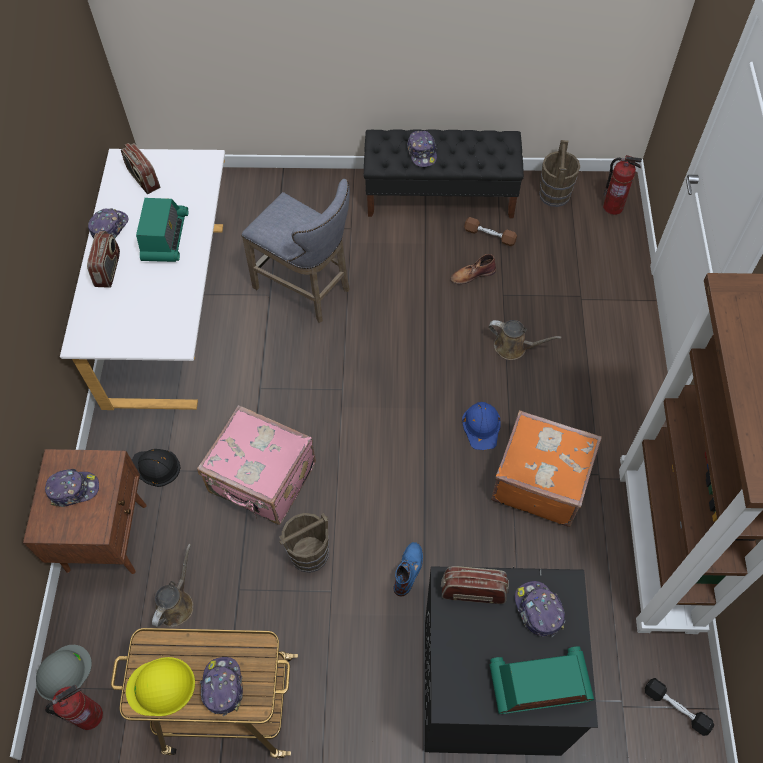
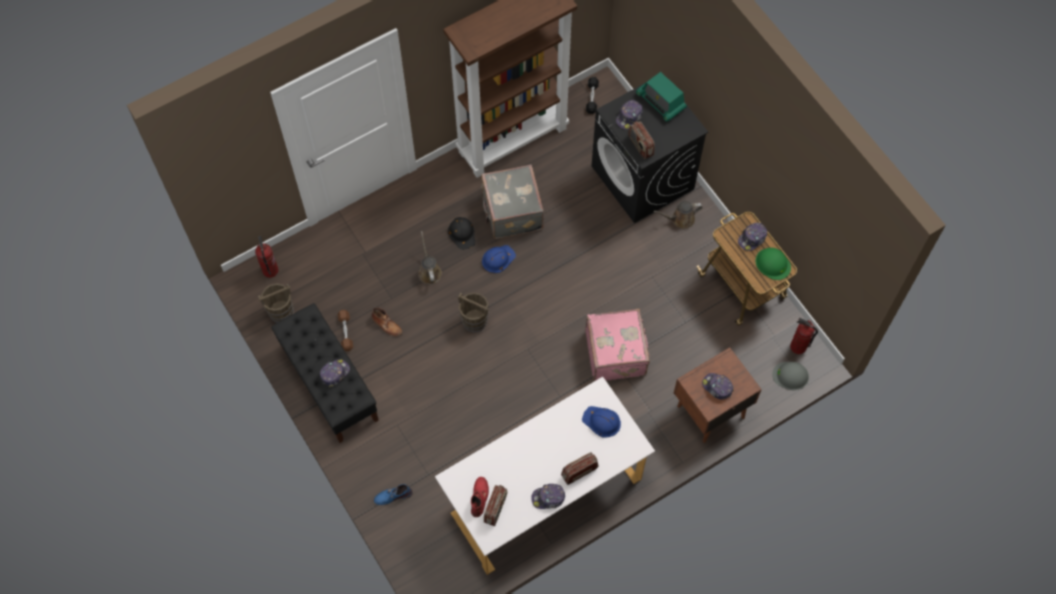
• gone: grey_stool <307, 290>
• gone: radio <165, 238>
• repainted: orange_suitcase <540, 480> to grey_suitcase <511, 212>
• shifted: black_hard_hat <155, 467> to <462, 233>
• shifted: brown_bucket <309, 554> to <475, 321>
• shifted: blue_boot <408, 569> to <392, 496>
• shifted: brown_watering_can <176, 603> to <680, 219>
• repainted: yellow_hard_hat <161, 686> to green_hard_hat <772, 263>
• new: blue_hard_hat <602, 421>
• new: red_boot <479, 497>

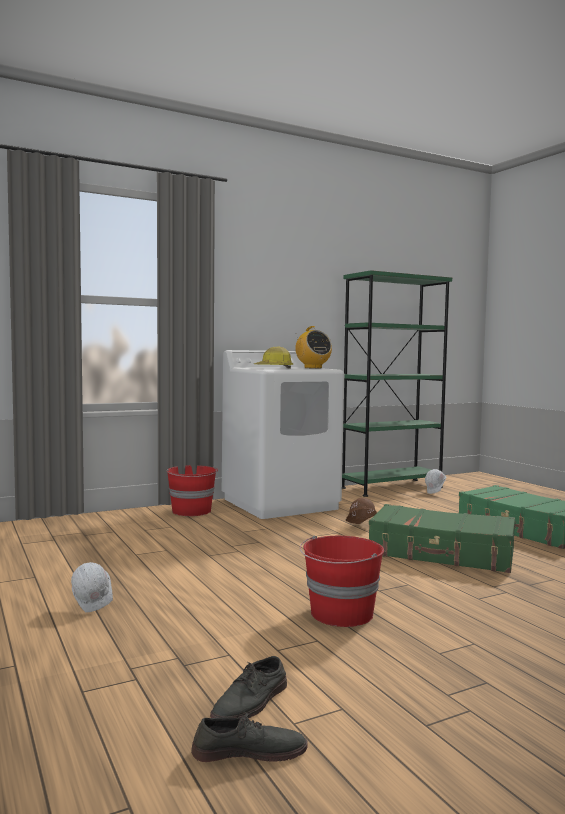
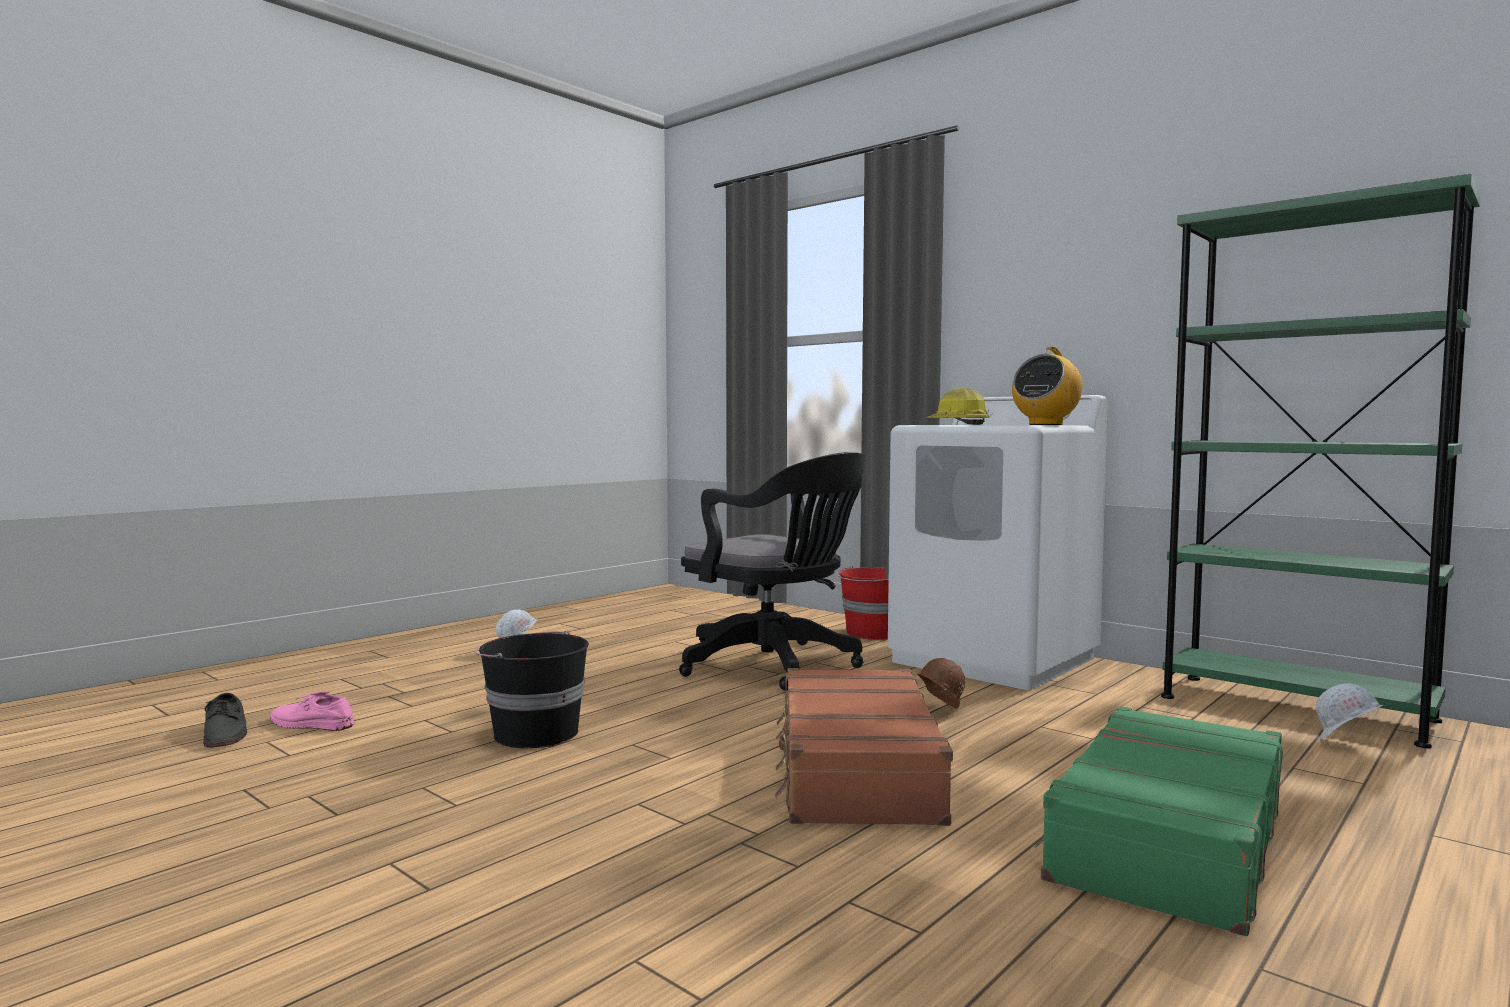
• repainted: green_suitcase <441, 553> to brown_suitcase <855, 770>
• repainted: red_bucket <341, 614> to black_bucket <534, 733>
• repainted: grey_shoe <251, 702> to pink_shoe <310, 724>
• new: black_office_chair <775, 666>

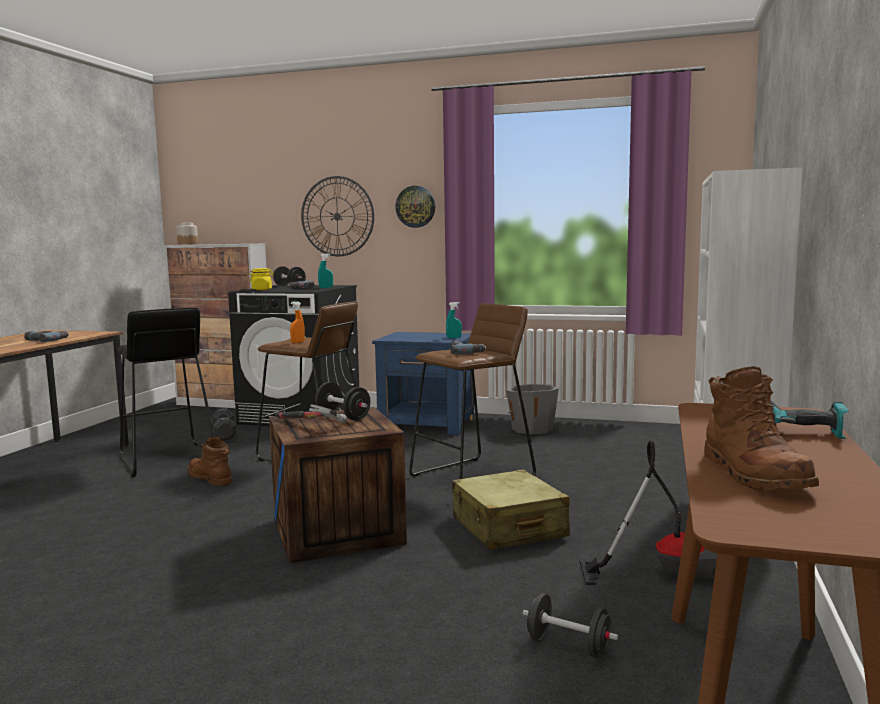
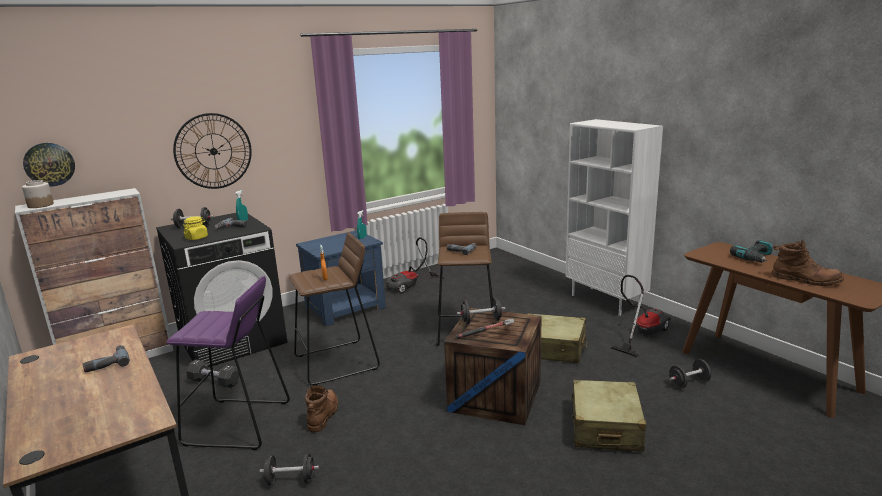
• shifted: wall_clock <415, 206> to <49, 164>
• repainted: black_stool <166, 459> to purple_stool <238, 424>
• swapped: grey_bucket <531, 429> to vacuum_cleaner <412, 286>
• rotated: brown_boot <210, 478> = <323, 415> 105 degrees clockwise
• new: beige_suitcase <605, 427>
• new: black_dumbbell <291, 480>

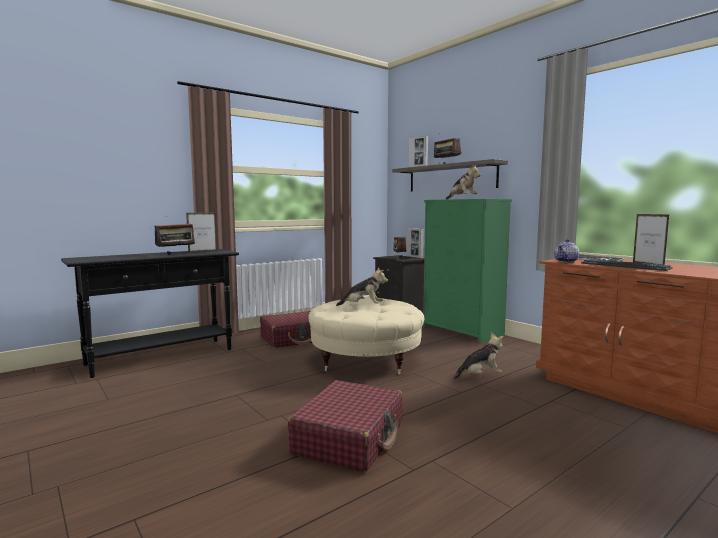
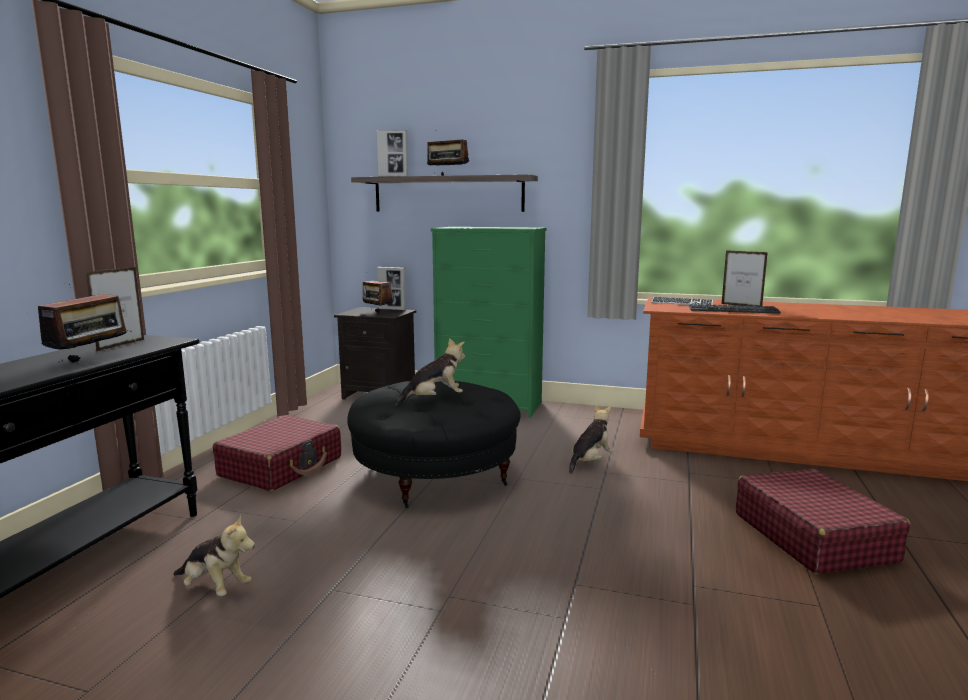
• shifted: plush_toy <461, 199> to <214, 588>
• gone: teapot <566, 261>
• repainted: beige_ottoman <366, 360> to black_ottoman <435, 475>
• shifted: red_suitcase <349, 438> to <812, 537>

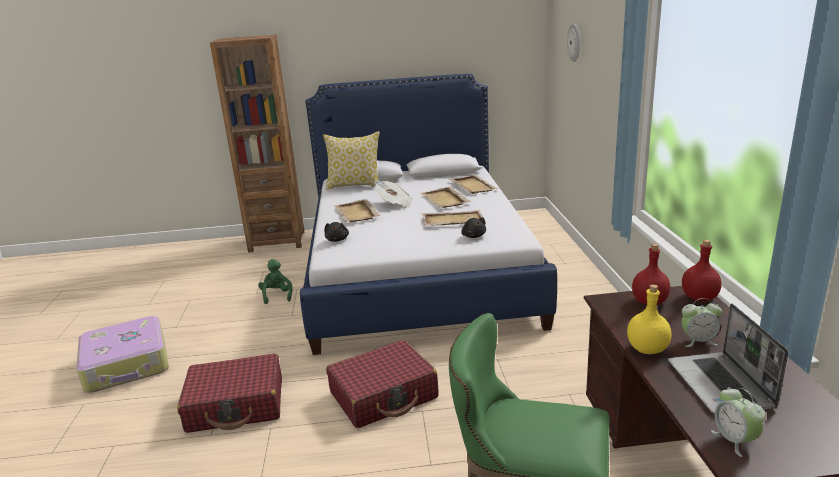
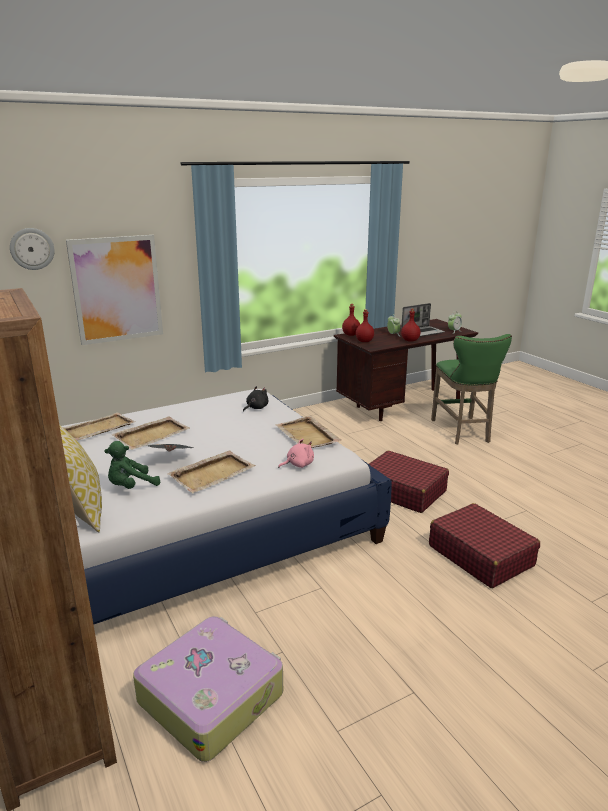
• shifted: beige_tray <452, 220> to <307, 435>
• repainted: black_plush_toy <337, 240> to pink_plush_toy <298, 464>
• shifted: green_plush_toy <277, 295> to <131, 487>
• repainted: yellow_bottle <648, 349> to red_bottle <410, 340>
• shifted: suitcase <127, 365> to <211, 696>
• new: picture <117, 289>

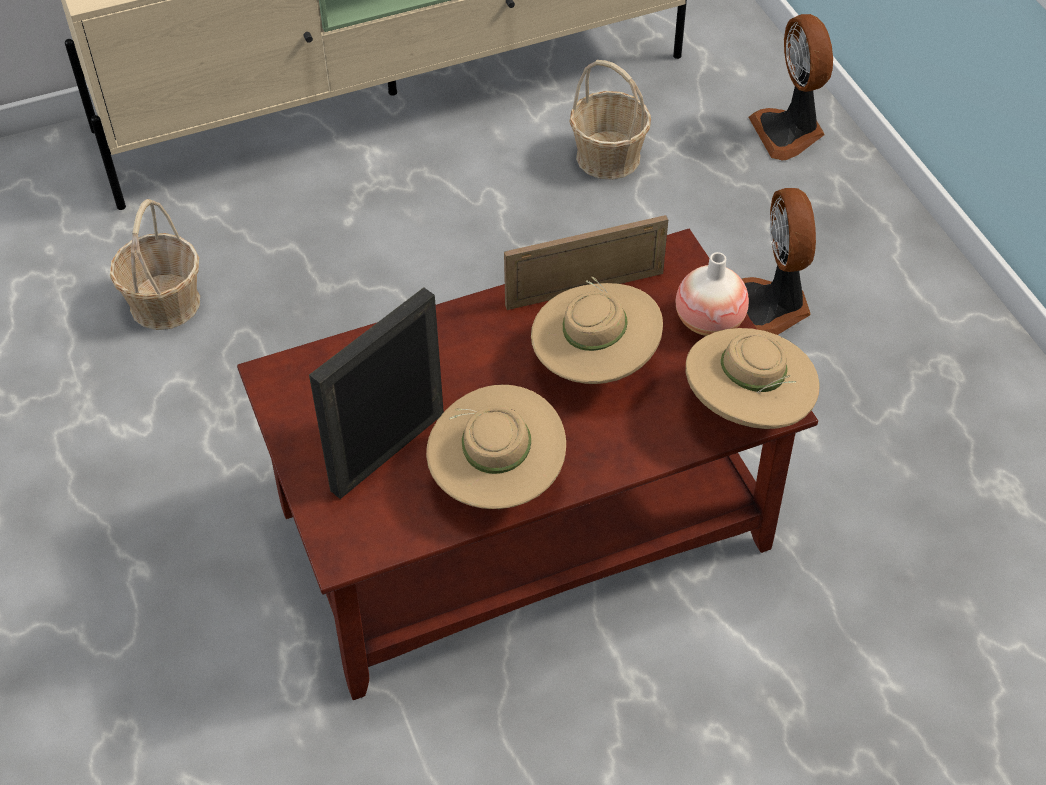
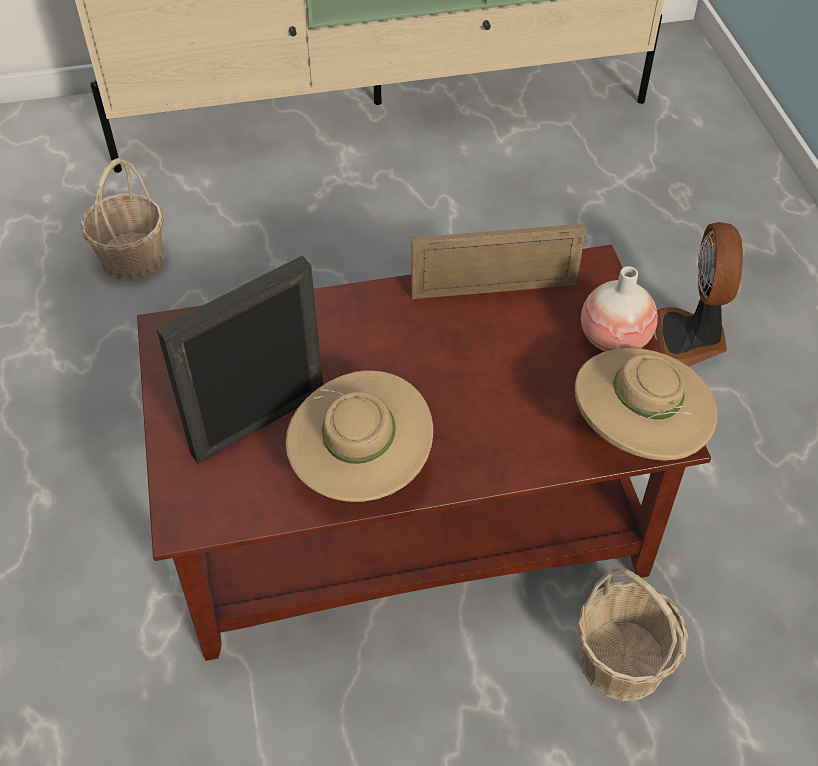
• gone: fan <789, 132>
• shifted: basket <608, 156> to <621, 659>
• gone: beige_hat <594, 363>

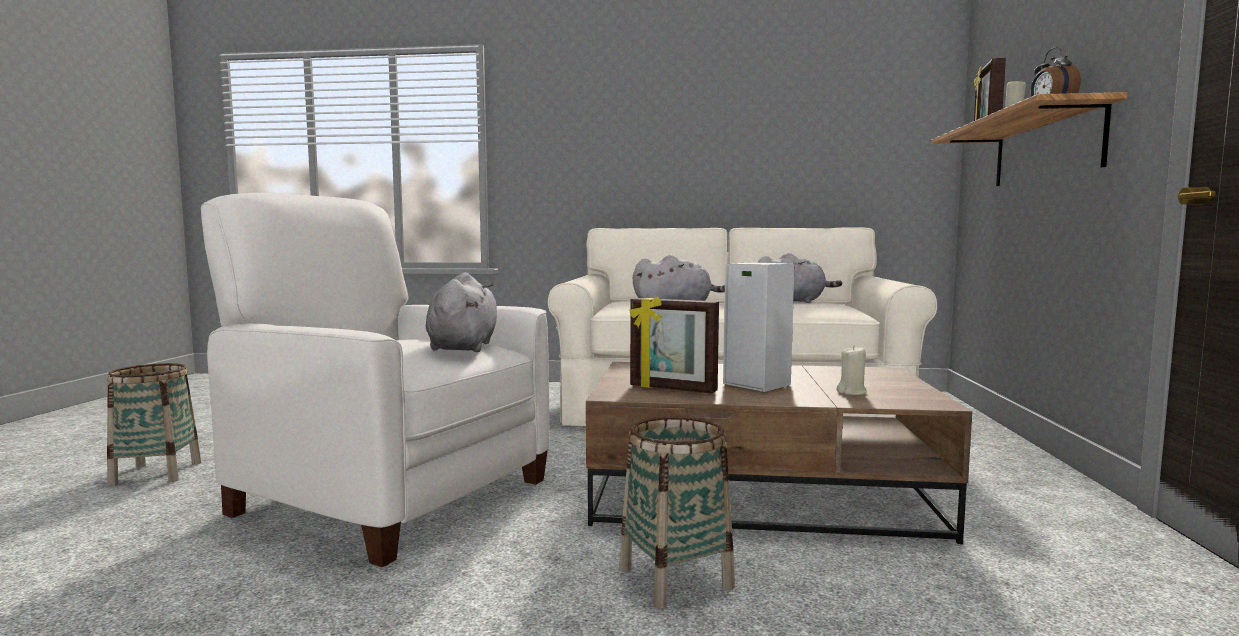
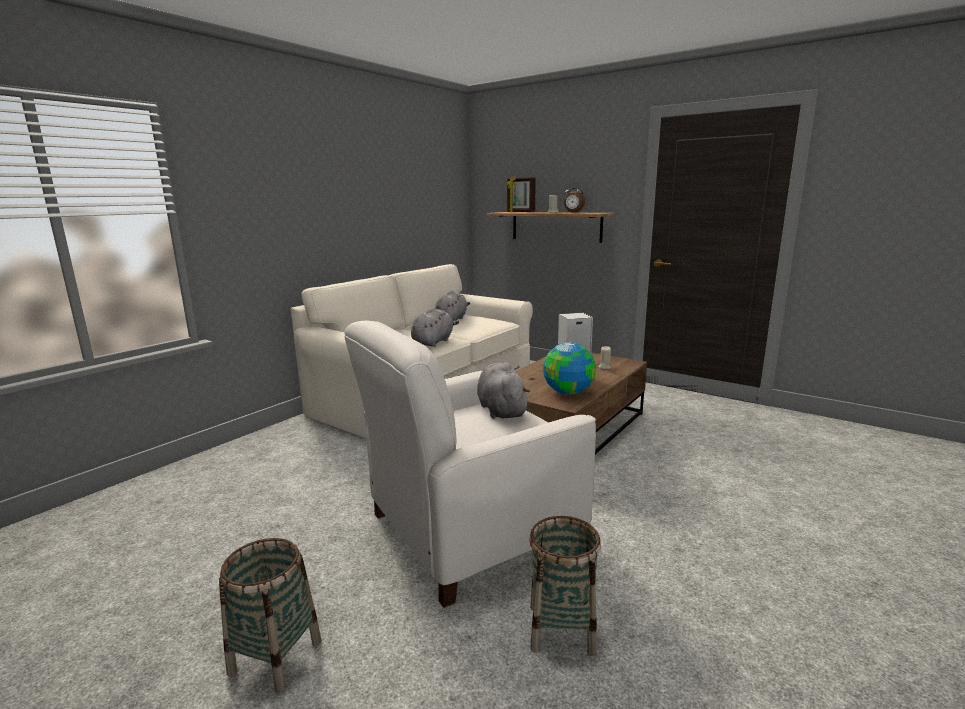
• rotated: grey_plush_toy <464, 347> = <501, 410> 45 degrees clockwise
• swapped: picture_frame <672, 389> to globe <568, 392>
• shifted: basket <674, 578> to <561, 629>

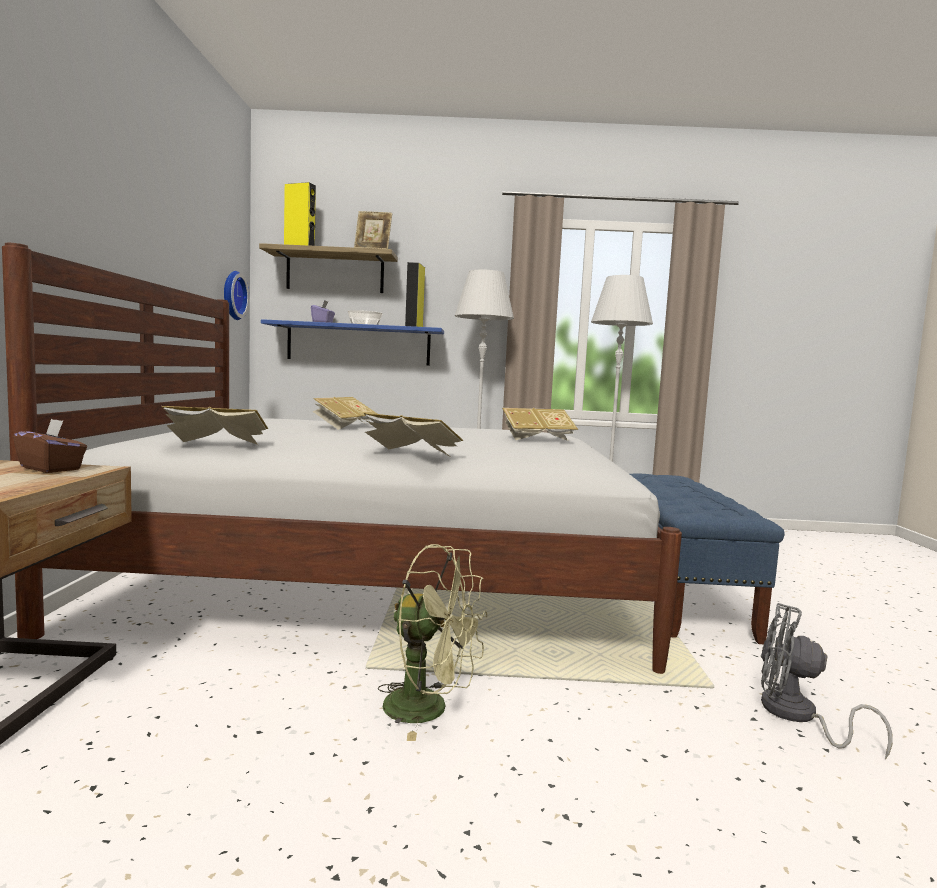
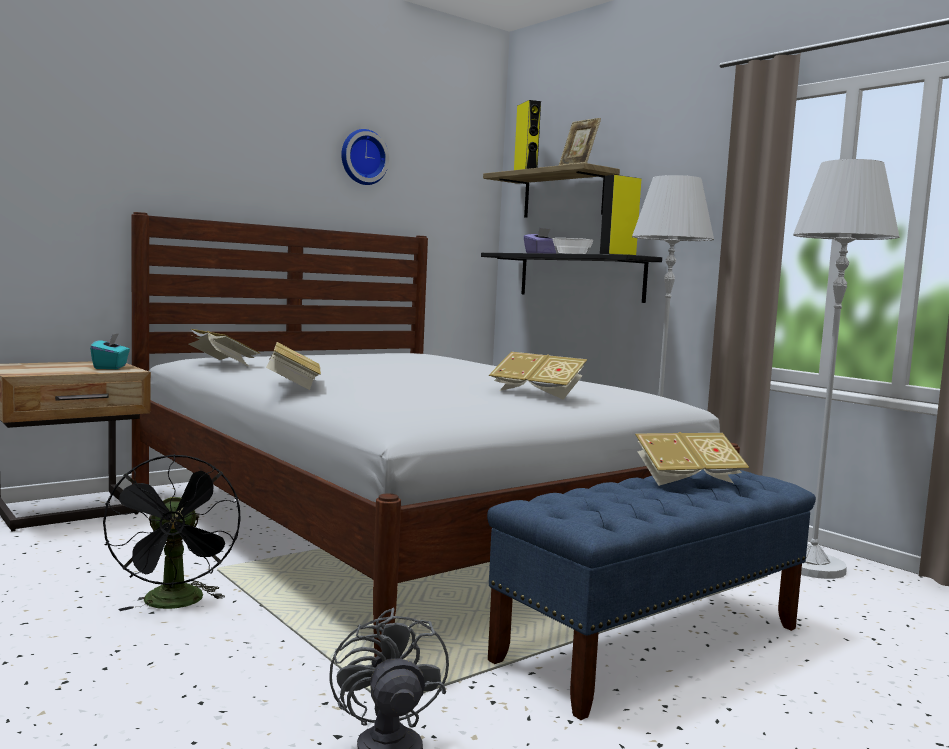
• shifted: wall_clock <232, 295> to <362, 157>
• repainted: blue_shelf <358, 344> to black_shelf <580, 277>
• shifted: book <345, 427> to <687, 480>
• repainted: brown_tissue_box <51, 468> to turquoise_tissue_box <111, 367>
• repainted: green_fan <429, 709> to black_fan <176, 604>

